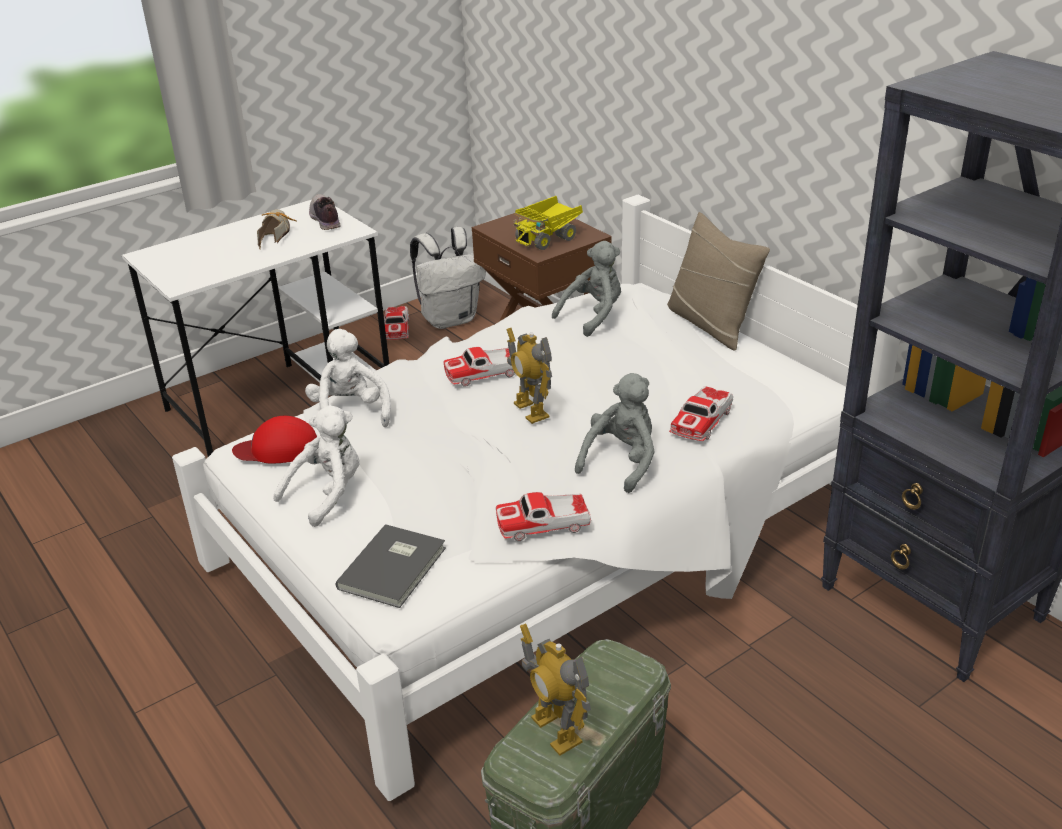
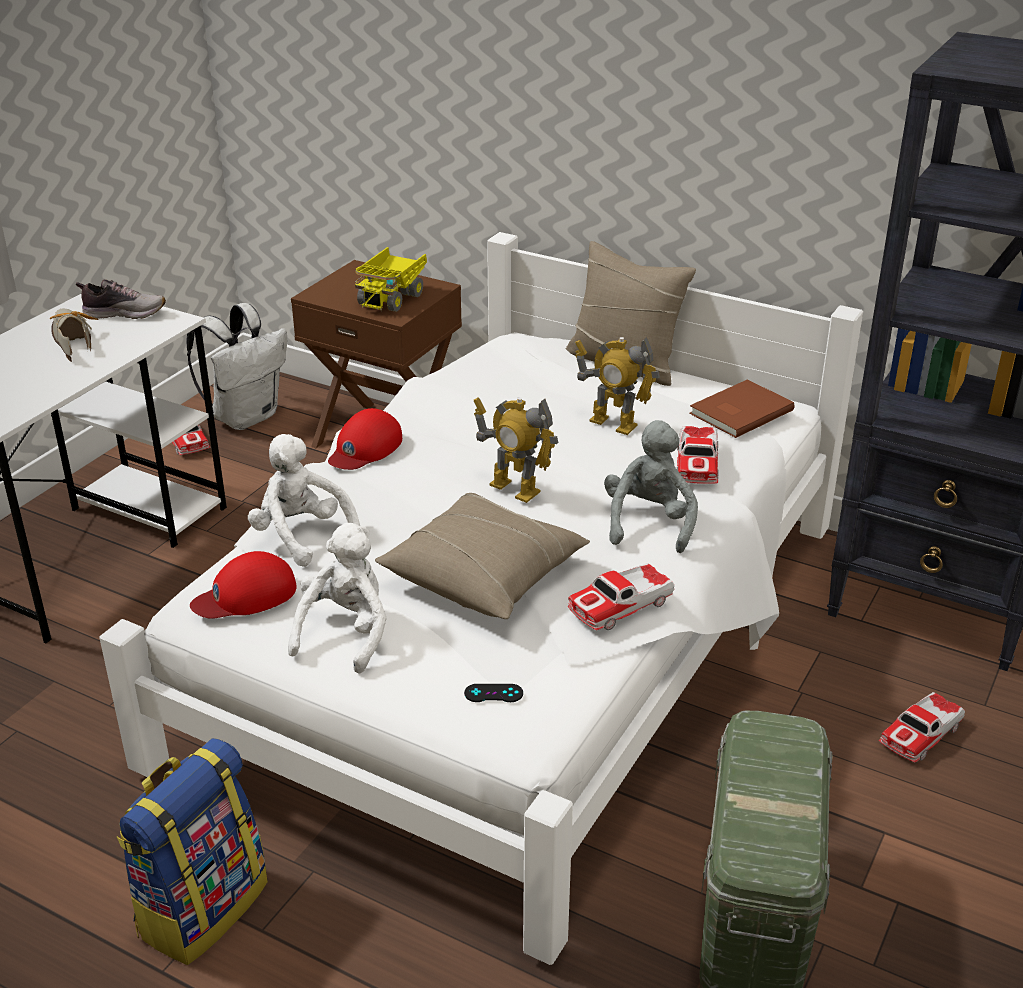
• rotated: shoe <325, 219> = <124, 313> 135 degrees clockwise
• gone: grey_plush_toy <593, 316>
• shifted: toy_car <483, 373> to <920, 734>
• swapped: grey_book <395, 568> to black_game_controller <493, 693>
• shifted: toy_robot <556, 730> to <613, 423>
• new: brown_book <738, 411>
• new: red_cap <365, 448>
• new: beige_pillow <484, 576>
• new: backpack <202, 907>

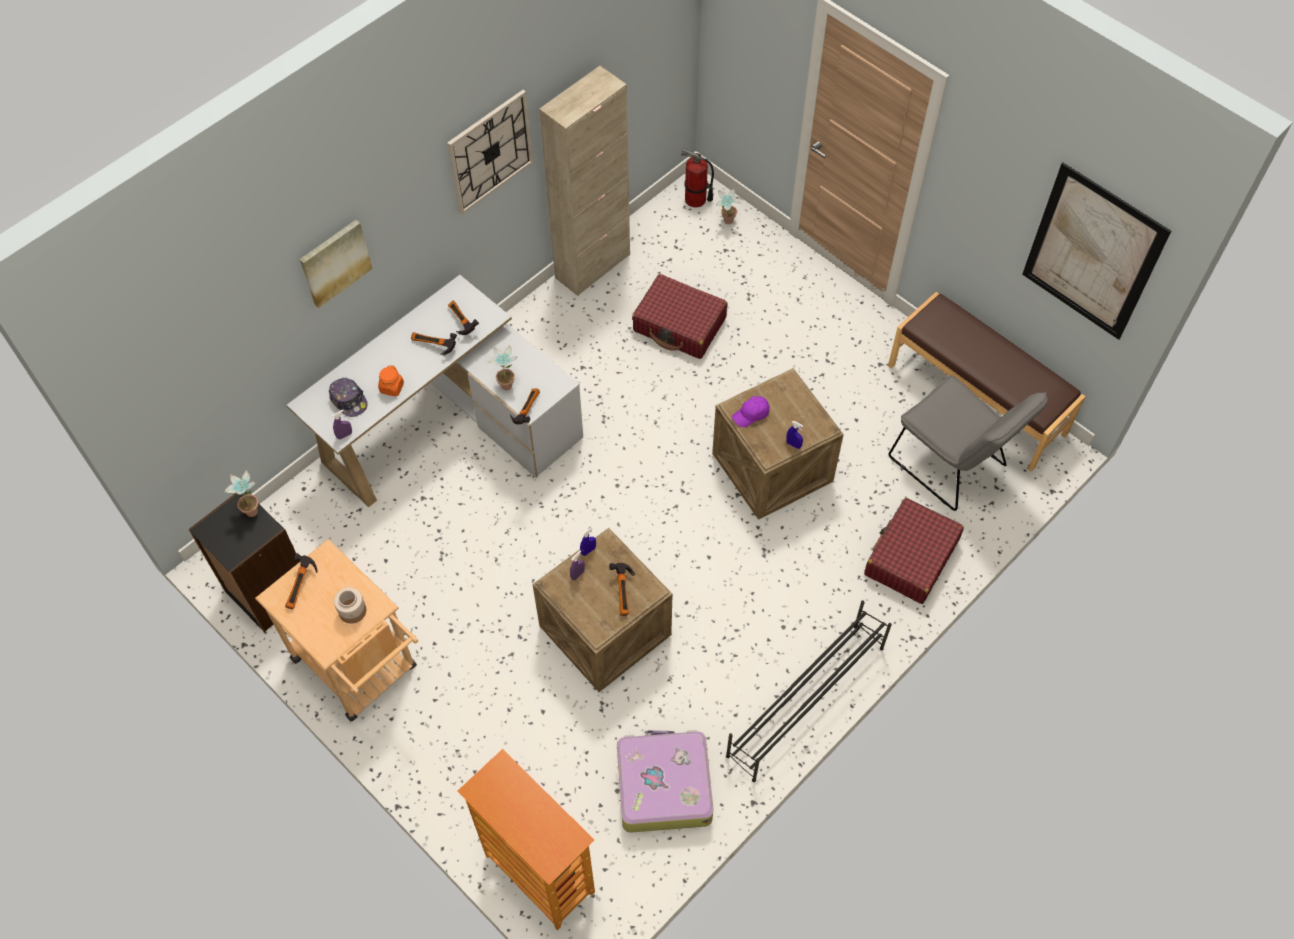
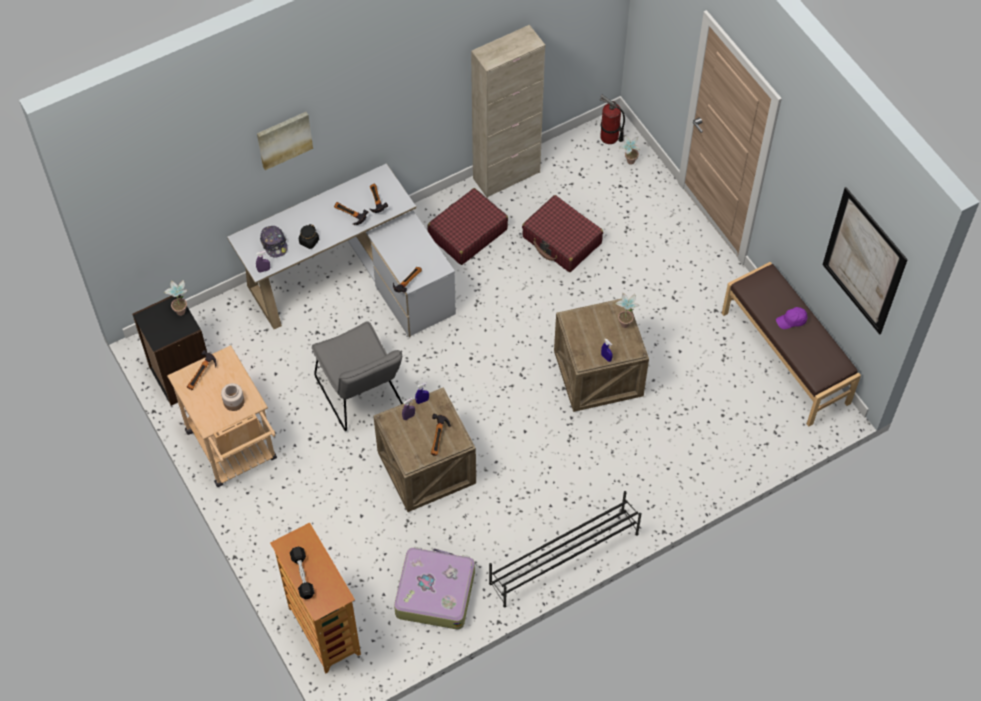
• gone: wall_clock <490, 151>
• shifted: potted_plant <507, 382> to <625, 321>
• repainted: orange_jar <392, 388> to black_jar <309, 241>
• shifted: grey_chair <953, 466> to <361, 396>
• shifted: purple_cap <751, 415> to <791, 321>
• shifted: red_suitcase <910, 558> to <467, 233>
• new: black_dumbbell <302, 575>

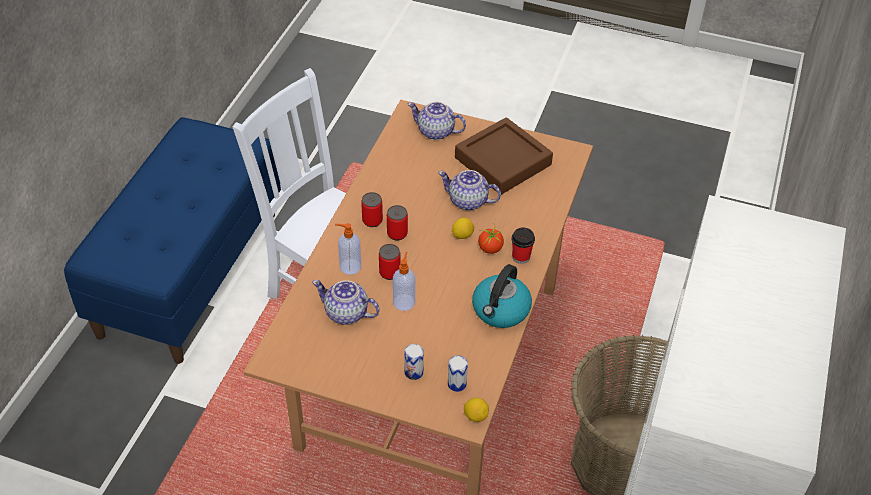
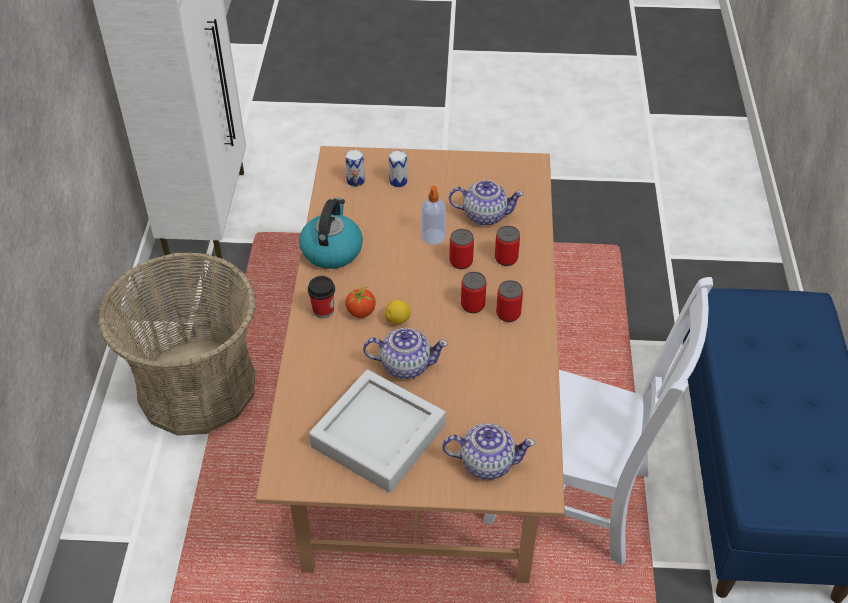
• repainted: brown_tray <503, 161> to grey_tray <378, 436>
• swapped: soap_dispenser <349, 266> to can <506, 258>
• gone: lemon <475, 416>

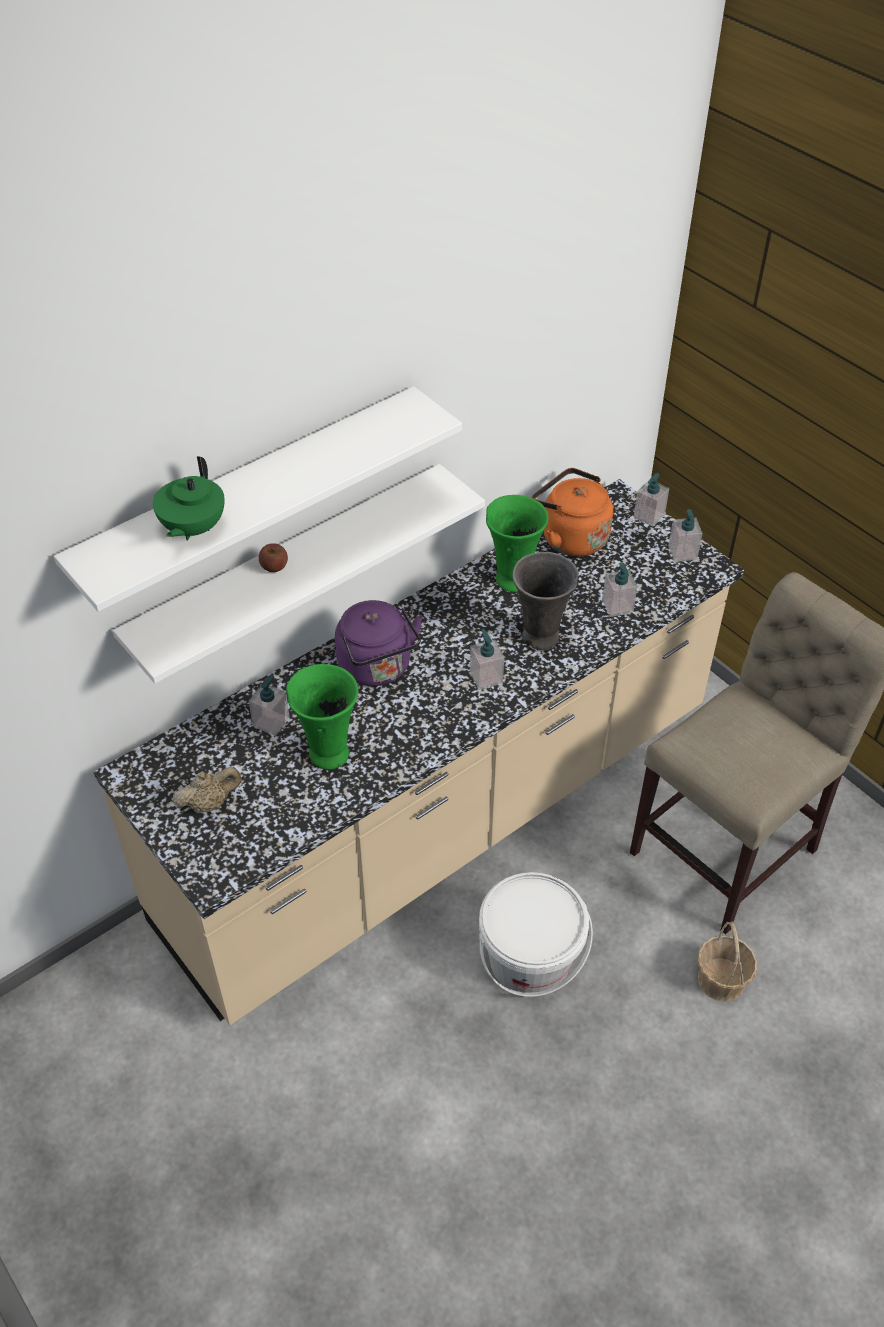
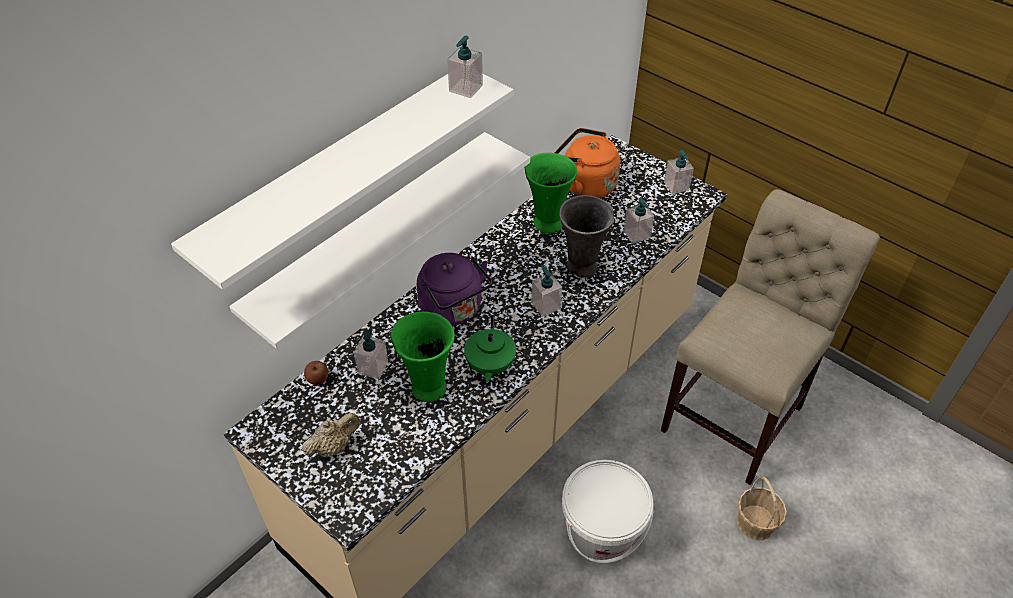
• shifted: green_teapot <192, 528> to <489, 366>
• shifted: soap_dispenser <649, 516> to <465, 88>
• shifted: apple <274, 567> to <318, 379>

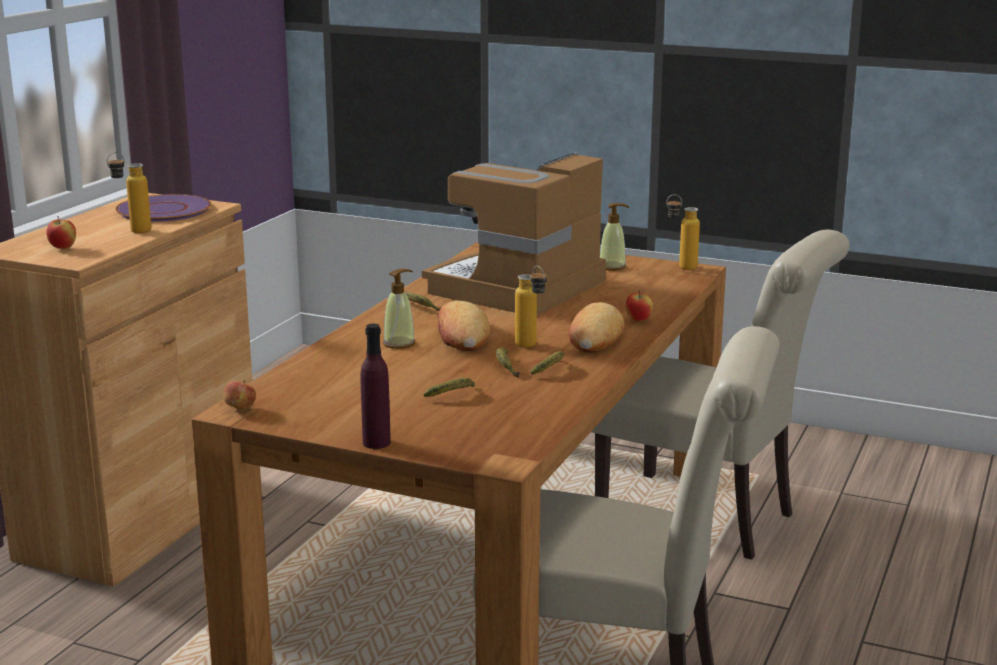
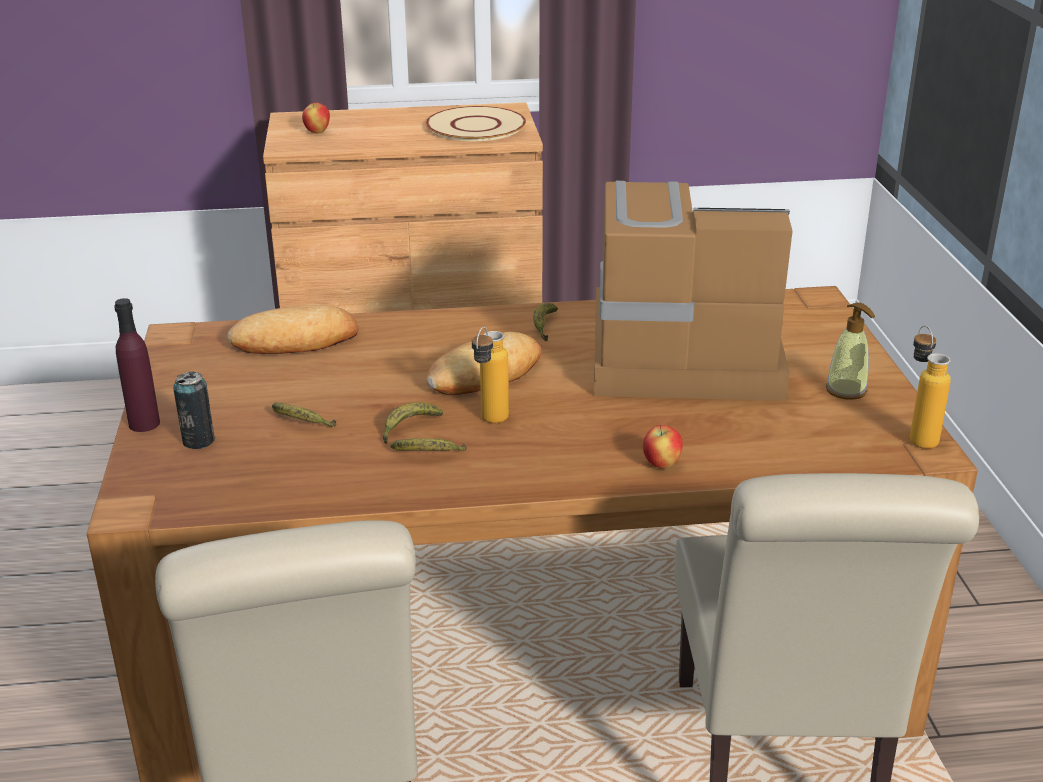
• gone: bottle <132, 232>
• repainted: purple_plate <164, 210> to beige_plate <476, 126>
• gone: soap_dispenser <399, 343>
• shifted: bread <594, 336> to <295, 340>
• gone: apple <240, 409>
• new: can <198, 441>

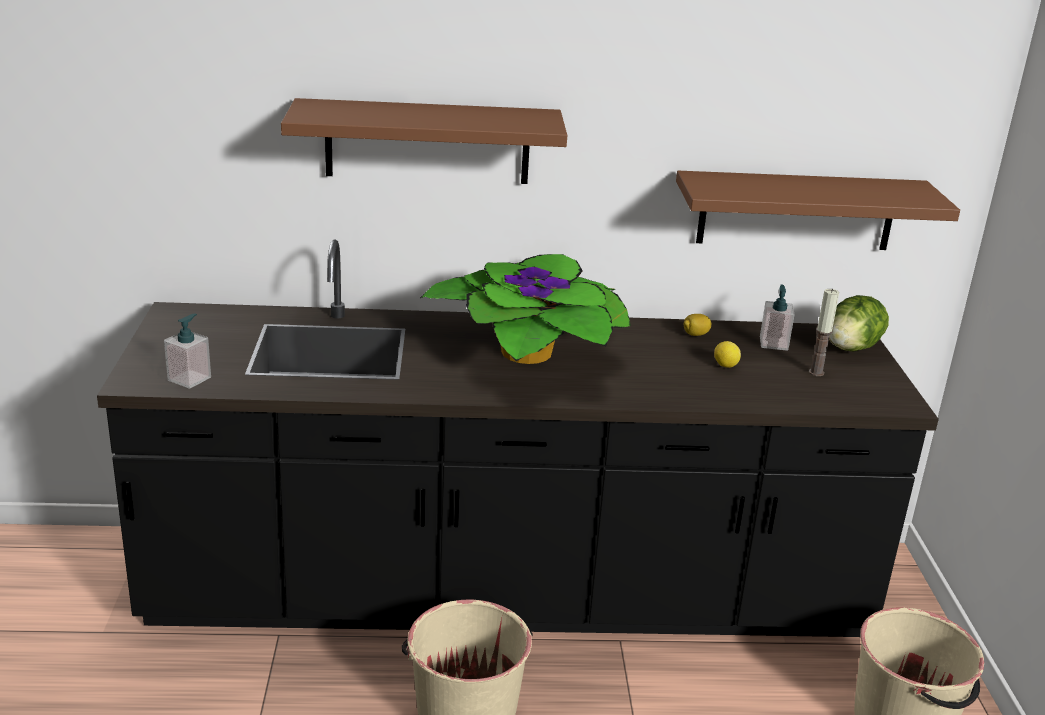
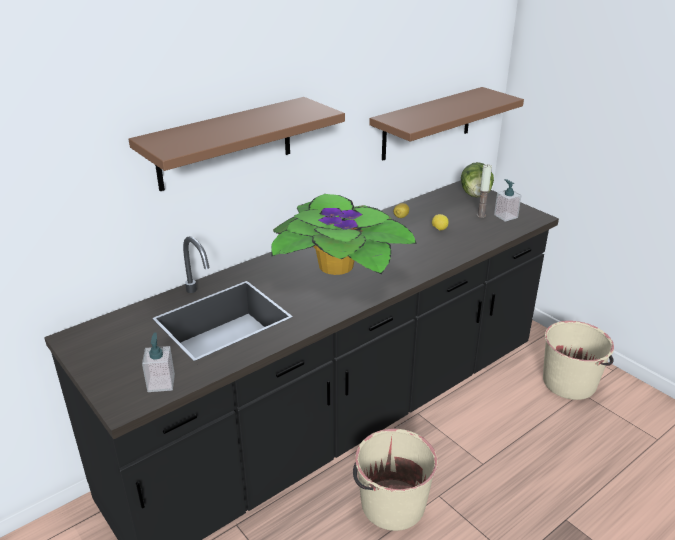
• shifted: soap_dispenser <773, 343> to <505, 216>

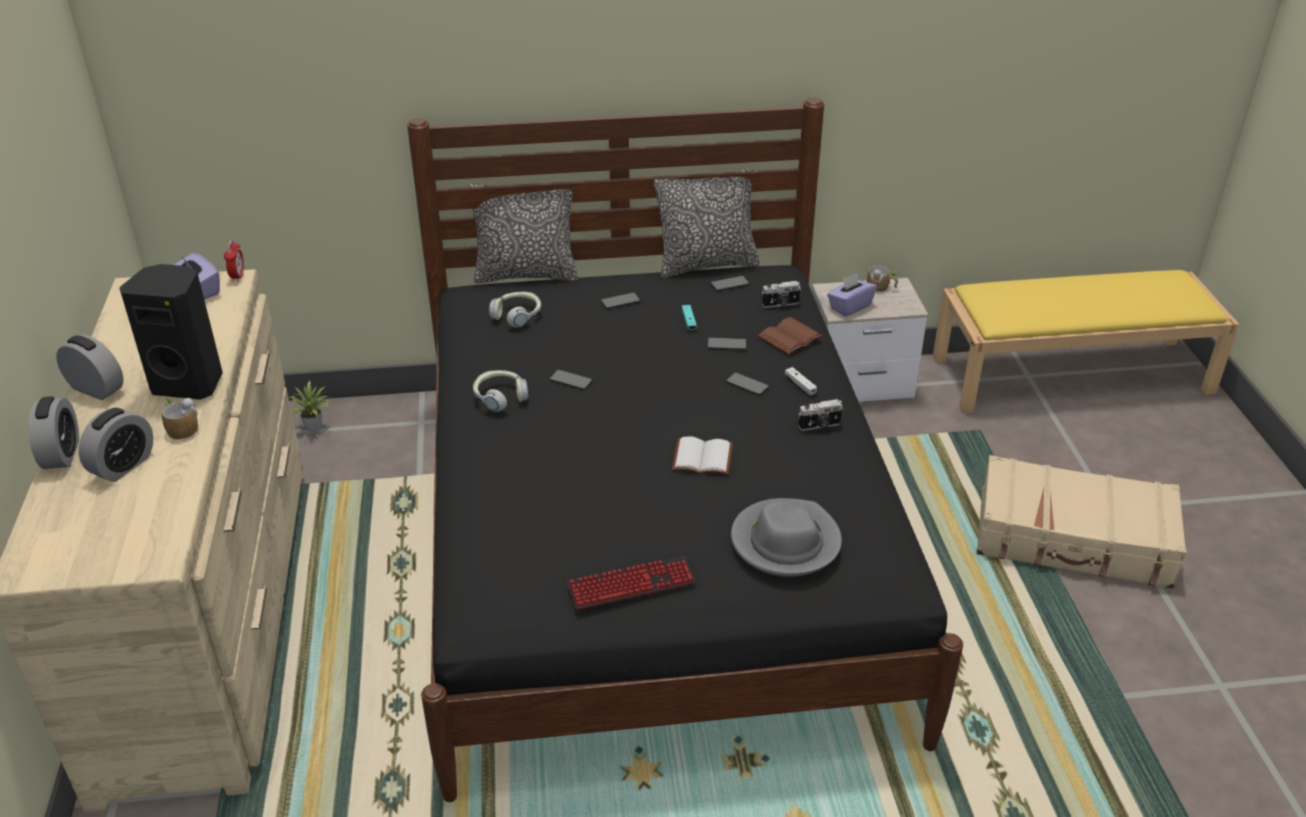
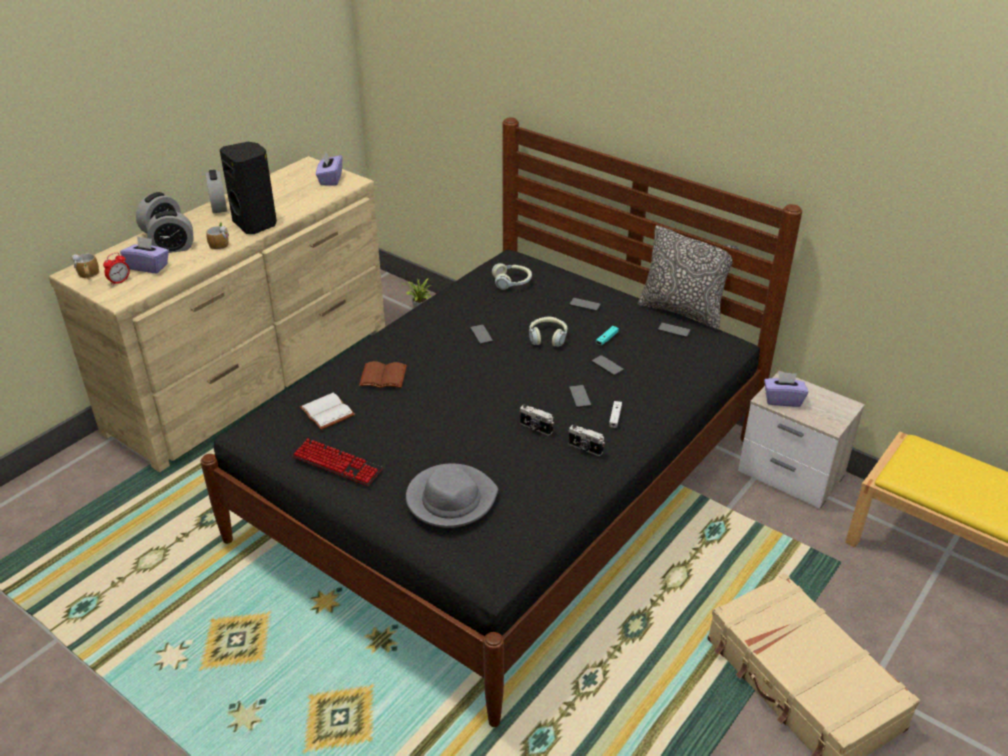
• gone: pillow <526, 274>
• shifted: alarm_clock <238, 276> to <119, 281>
• shifted: mug <881, 287> to <88, 275>
• shifted: photo_camera <780, 304> to <535, 428>
• shifted: brown_book <789, 336> to <384, 376>
• shifted: headphones <500, 397> to <547, 337>
• shifted: white_book <703, 457> to <328, 412>
• new: purple_tissue_box <148, 267>

